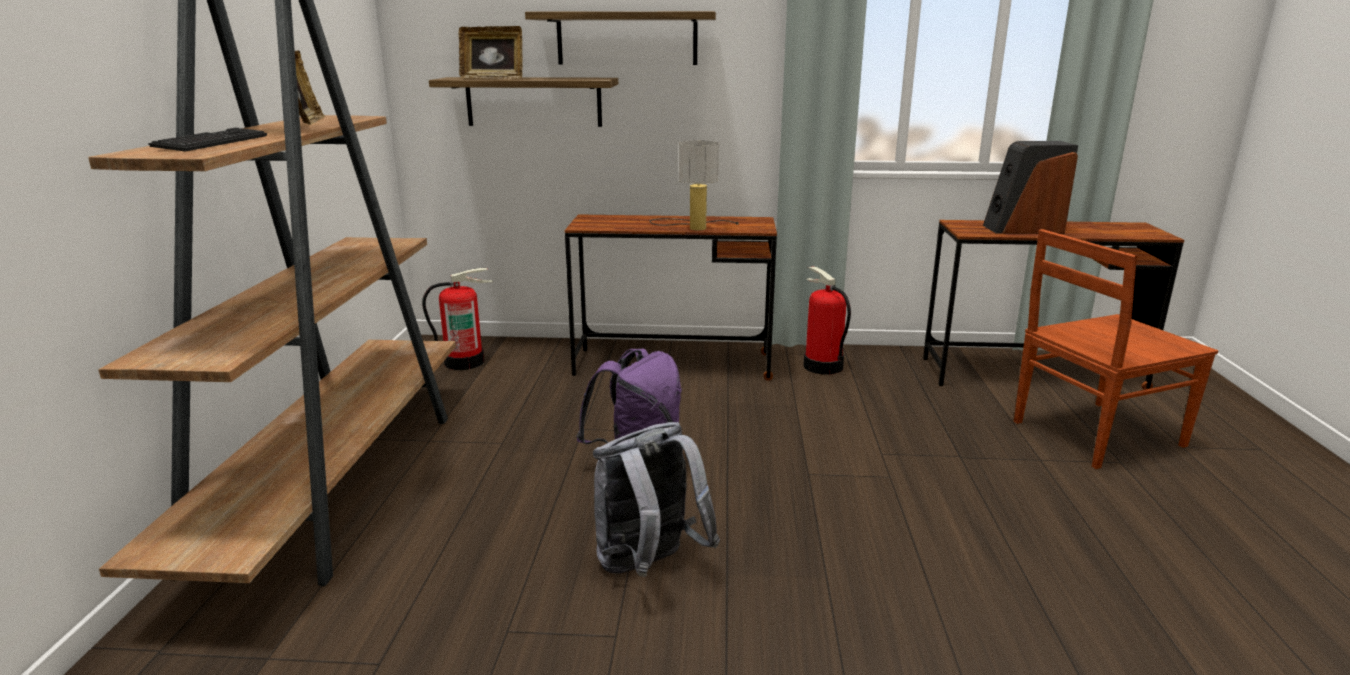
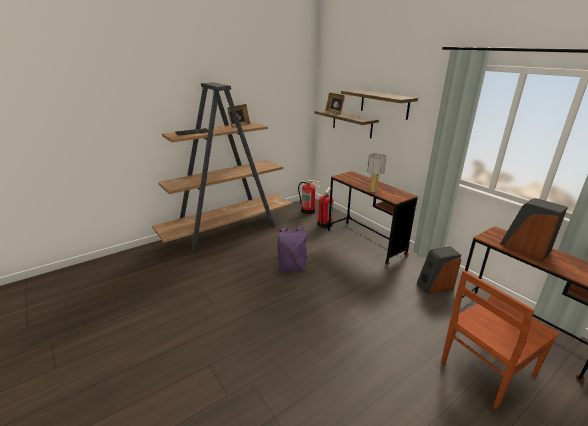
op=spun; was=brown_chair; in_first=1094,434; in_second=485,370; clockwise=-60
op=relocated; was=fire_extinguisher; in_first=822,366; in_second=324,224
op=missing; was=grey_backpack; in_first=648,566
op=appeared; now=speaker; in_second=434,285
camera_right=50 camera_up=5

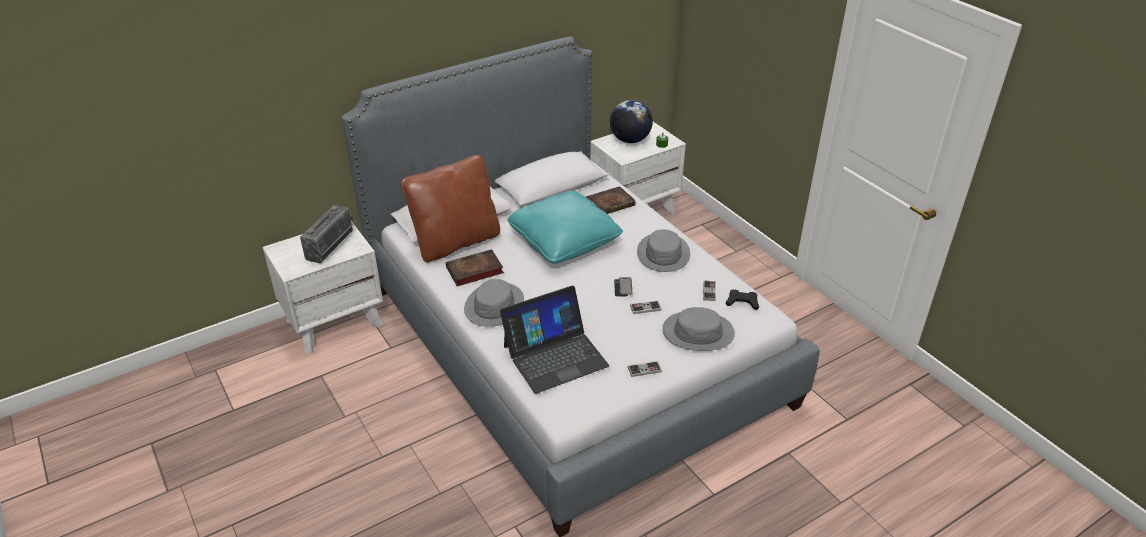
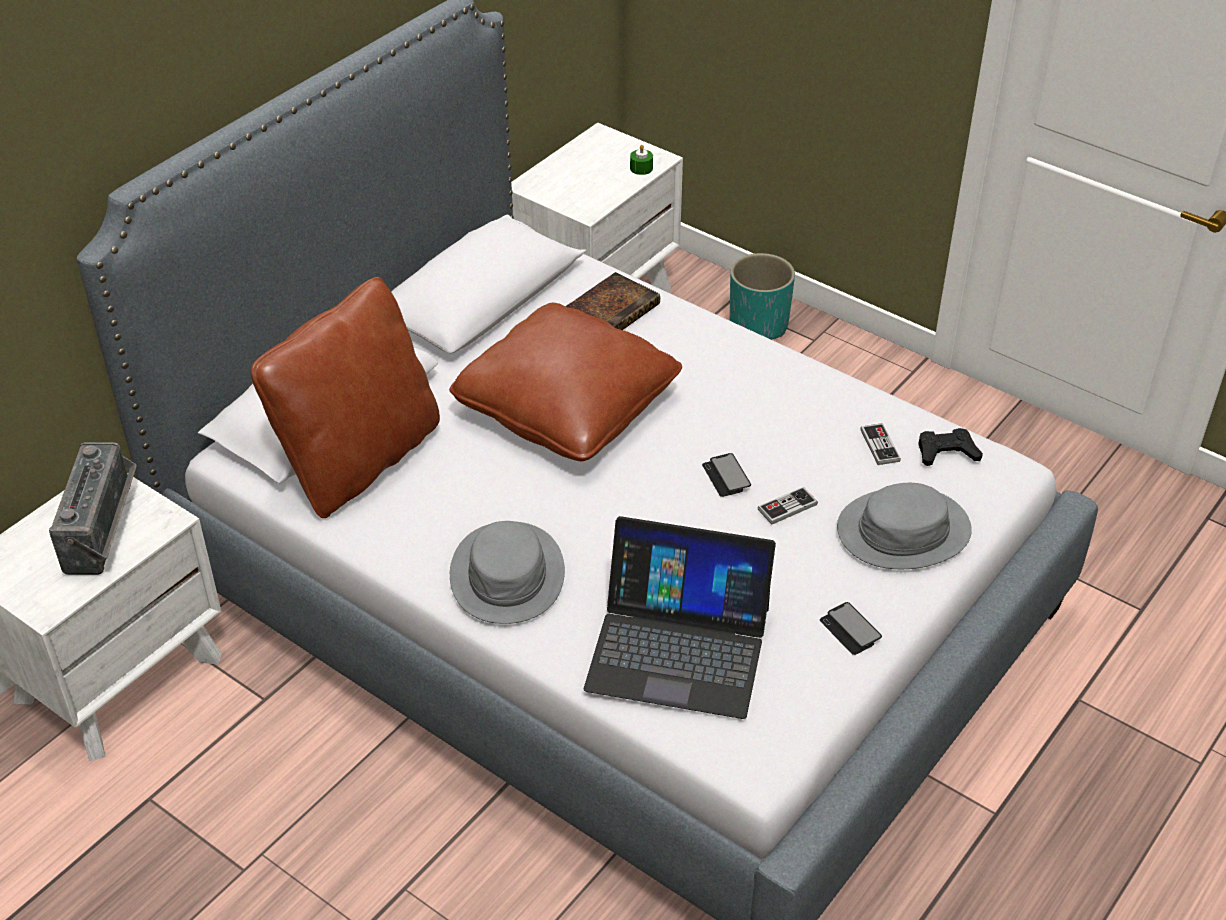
op=missing; was=globe; in_first=630,140
op=colour; was=turquoise_pillow; now=brown_pillow; in_first=564,240; in_second=567,406
op=missing; was=grey_hat; in_first=663,253
op=missing; was=book; in_first=473,271
op=spun; was=laptop; in_first=555,355; in_second=678,647; clockwise=60
op=exchanged; was=game_controller; now=phone; in_first=644,370; in_second=850,630
op=appeared; now=turquoise_planter; in_second=758,325
camera_right=-20 camera_up=5

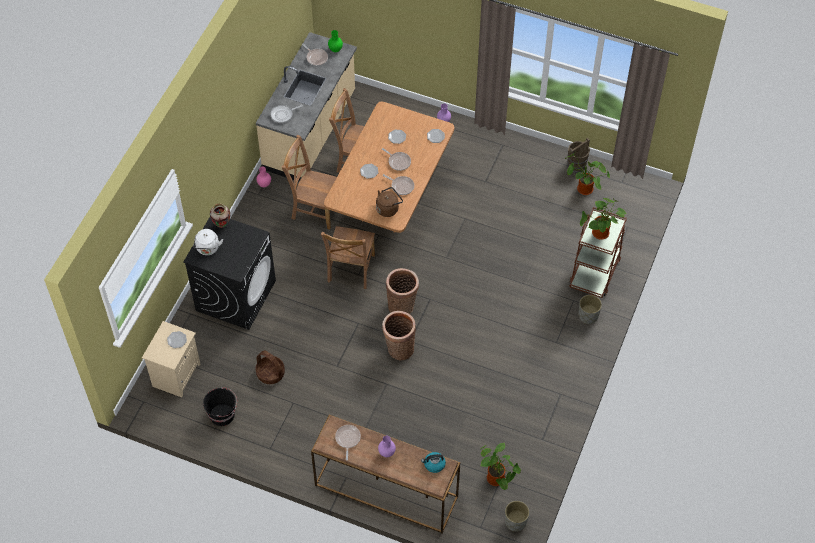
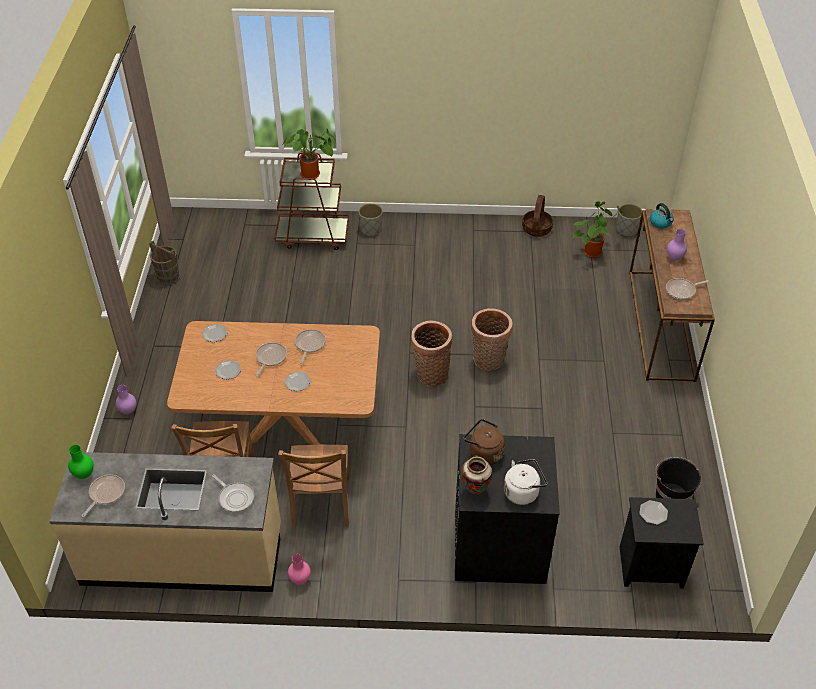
op=missing; was=potted_plant; in_first=583,190
op=relocated; was=brown_kettle; in_first=388,208; in_second=483,453
op=missing; was=brown_chair; in_first=350,270
op=colour; was=beige_nightstand; now=black_nightstand; in_first=176,374; in_second=650,568
op=relocated; was=basket; in_first=270,373; in_second=537,229
camera_right=-110 camera_up=-10

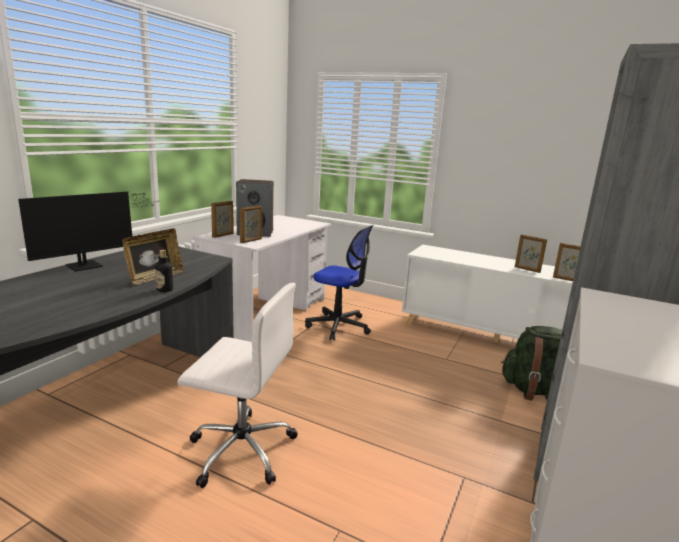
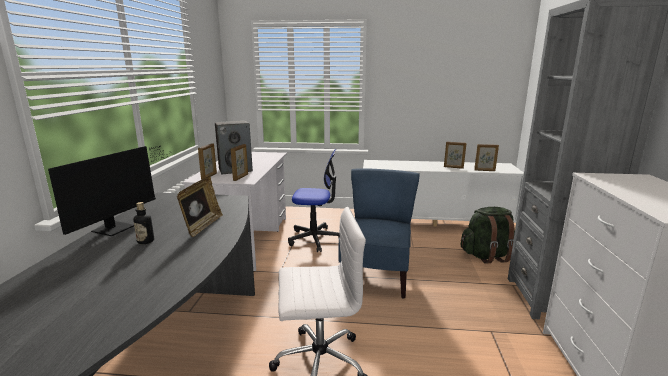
op=relocated; was=bottle; in_first=165,290; in_second=146,241
op=appeared; now=blue_chair; in_second=376,277
camera_right=-20 camera_up=0

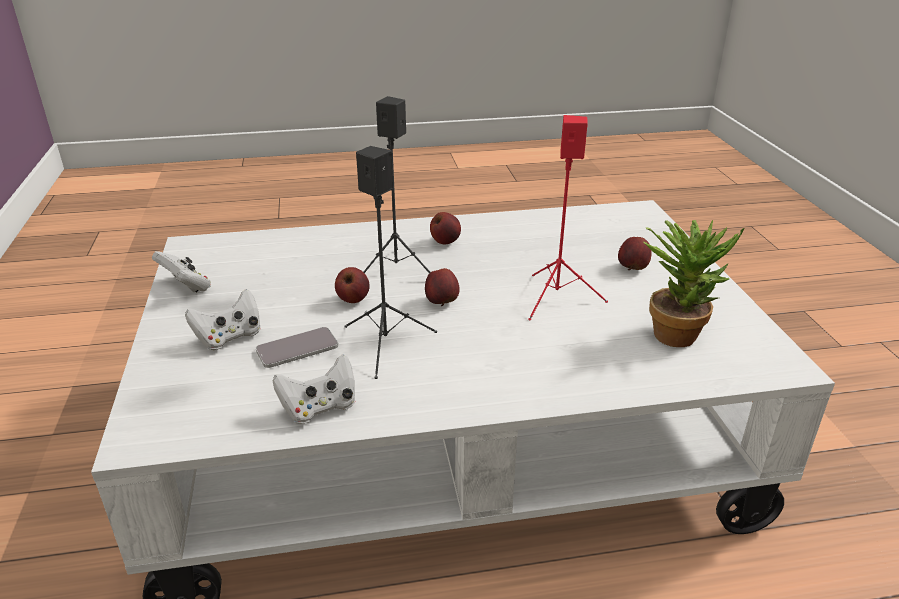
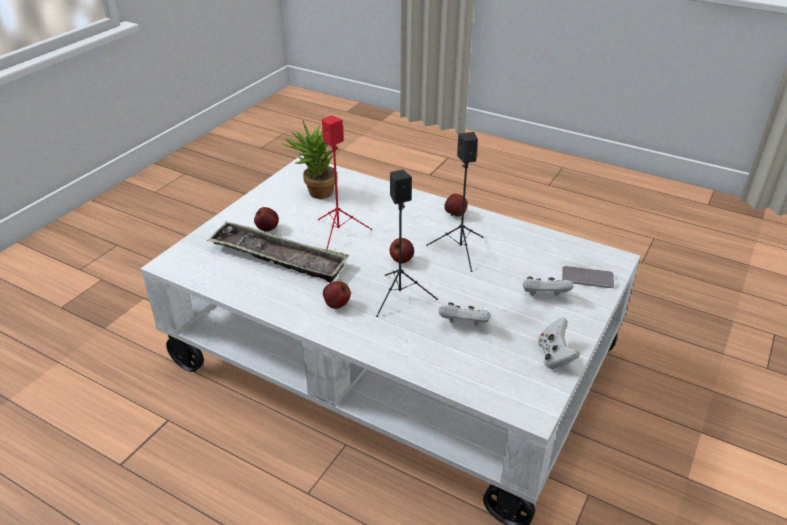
op=relocated; was=apple; in_first=353,300; in_second=455,215
op=relocated; was=phone; in_first=297,348; in_second=587,278
op=relocated; was=white_game_controller; in_first=320,408; in_second=463,325
op=appeared; now=tray; in_second=278,258
camera_right=-140 camera_up=5

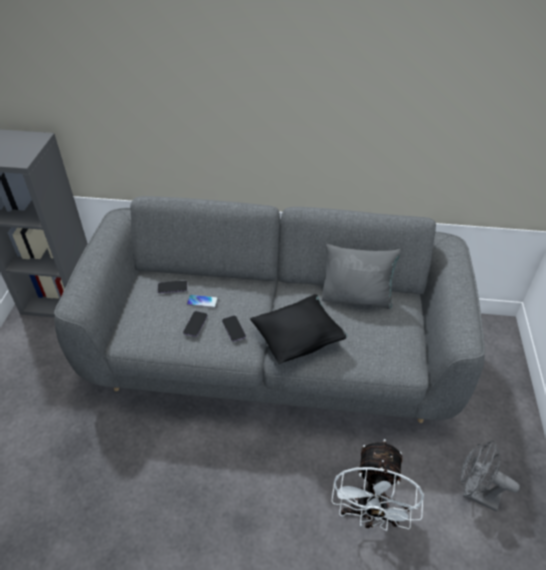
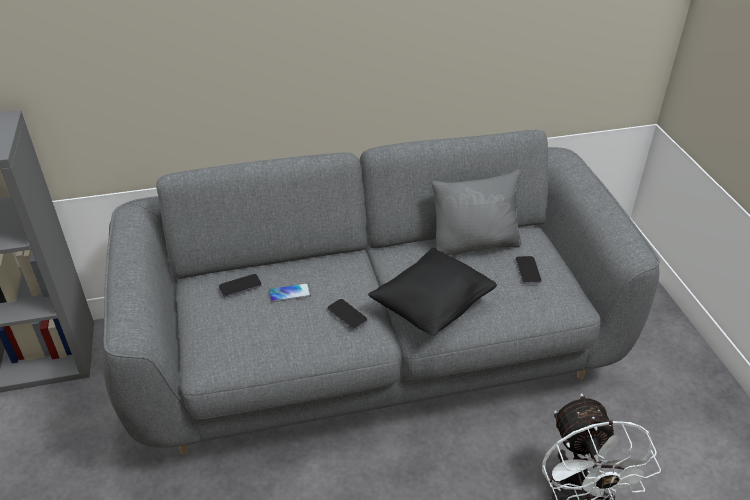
op=relocated; was=phone; in_first=195,324; in_second=528,271
op=missing; was=grey_fan; in_first=475,493
camera_right=-20 camera_up=-5

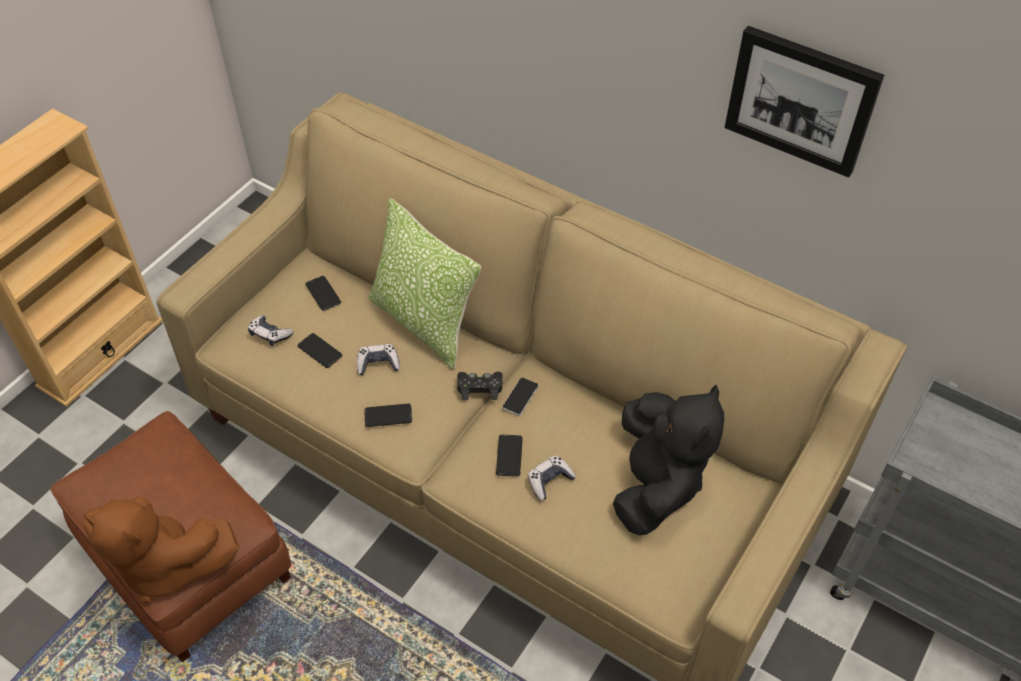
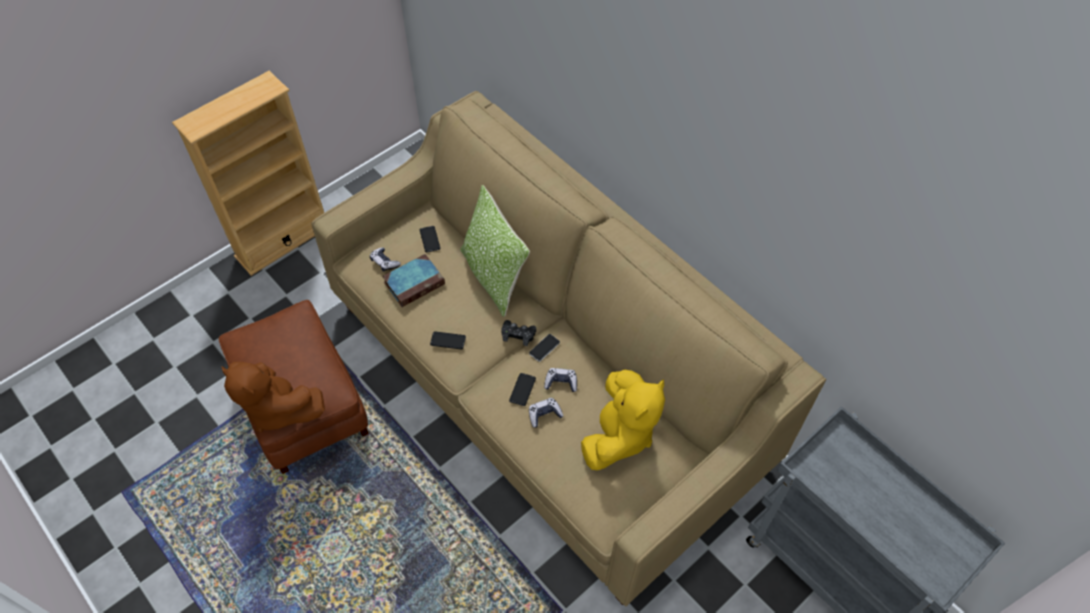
op=missing; was=picture; in_first=801,100
op=exchanged; was=phone; now=book; in_first=320,351; in_second=415,282
op=relocated; was=game_controller; in_first=378,364; in_second=561,382
op=colour; was=black_plush_toy; now=yellow_plush_toy; in_first=656,484; in_second=619,435
camera_right=15 camera_up=5

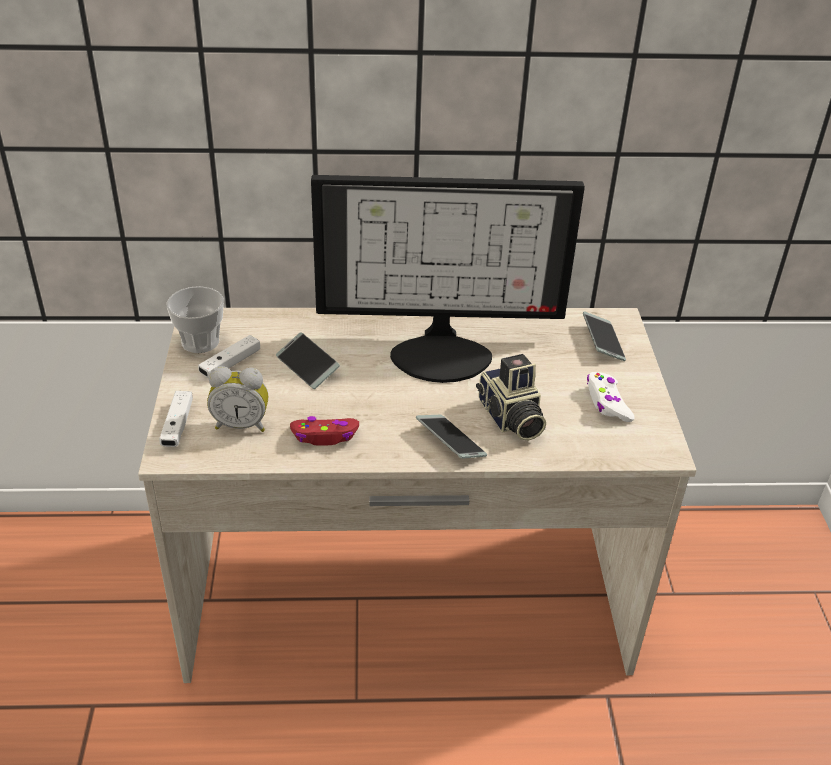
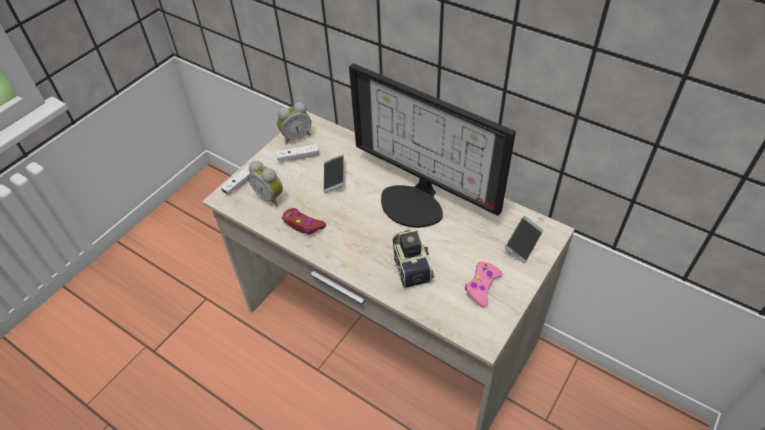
op=exchanged; was=cup; now=alarm_clock; in_first=200,342; in_second=296,136
op=spun; was=photo_camera; in_first=510,419; in_second=411,266; clockwise=150
op=colour; was=white_game_controller; now=pink_game_controller; in_first=607,403; in_second=482,286
op=missing; was=phone; in_first=450,442
camera_right=40 camera_up=10

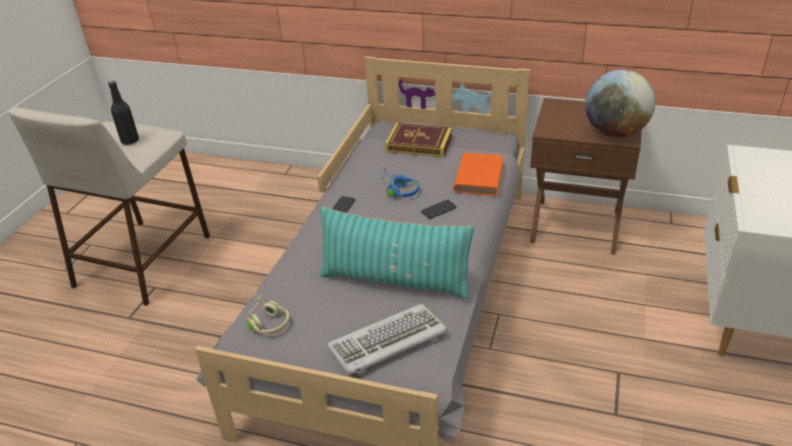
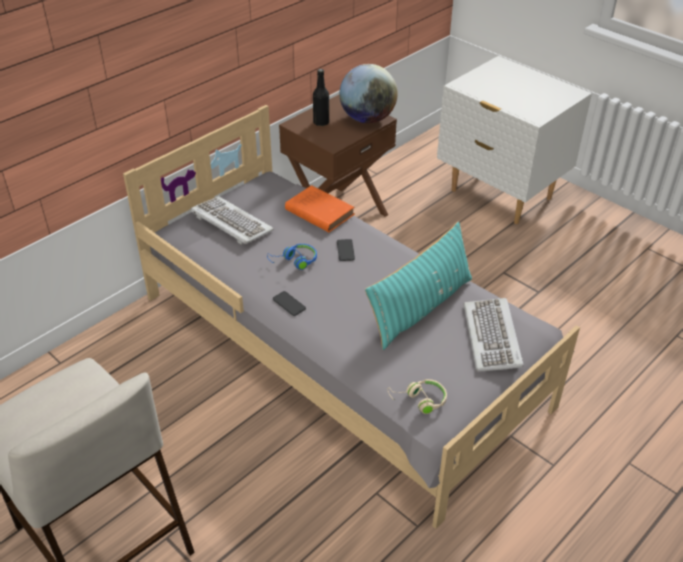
op=relocated; was=black_bottle; in_first=130,141; in_second=321,122
op=exchanged; was=book; now=keyboard; in_first=419,144; in_second=230,223
camera_right=-65 camera_up=5

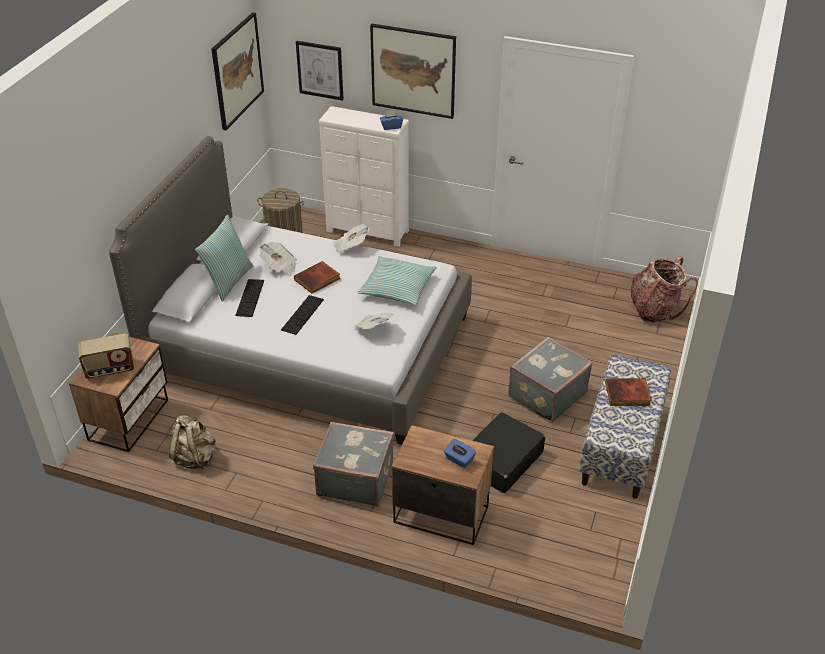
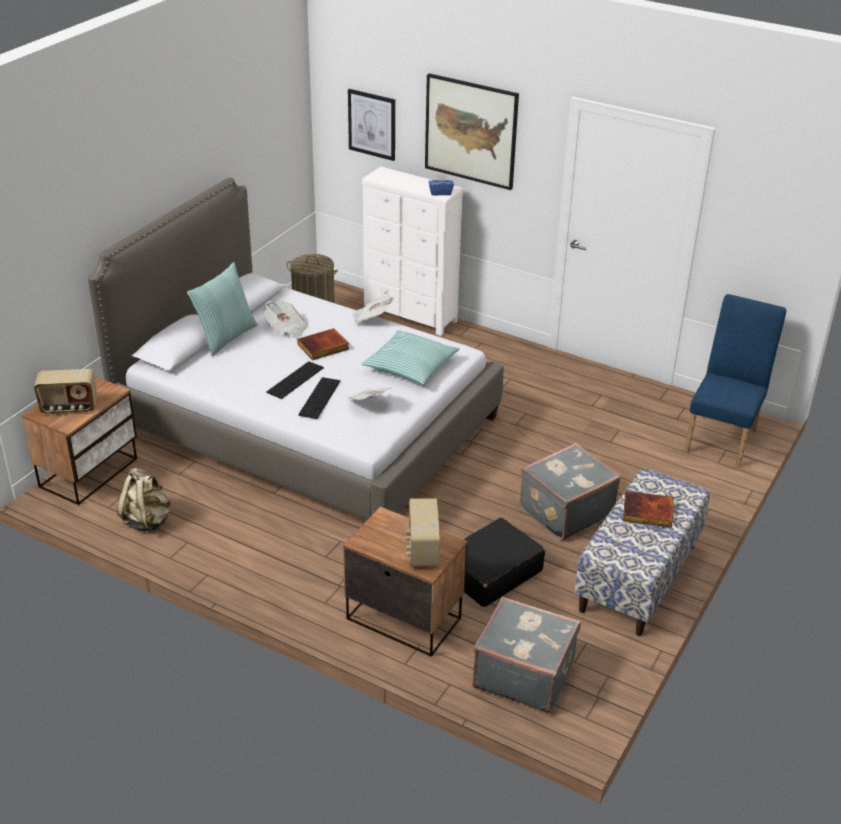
op=missing; was=picture; in_first=237,71
op=exchanged; was=backpack; now=blue_chair; in_first=654,309; in_second=723,437
op=relocated; was=keyboard; in_first=250,298; in_second=319,398
op=relocated; was=grey_suitcase; in_first=355,478; in_second=523,674
op=exchanged; was=blue_tissue_box; now=radio; in_first=459,460; in_second=422,549
camera_right=10 camera_up=-5

